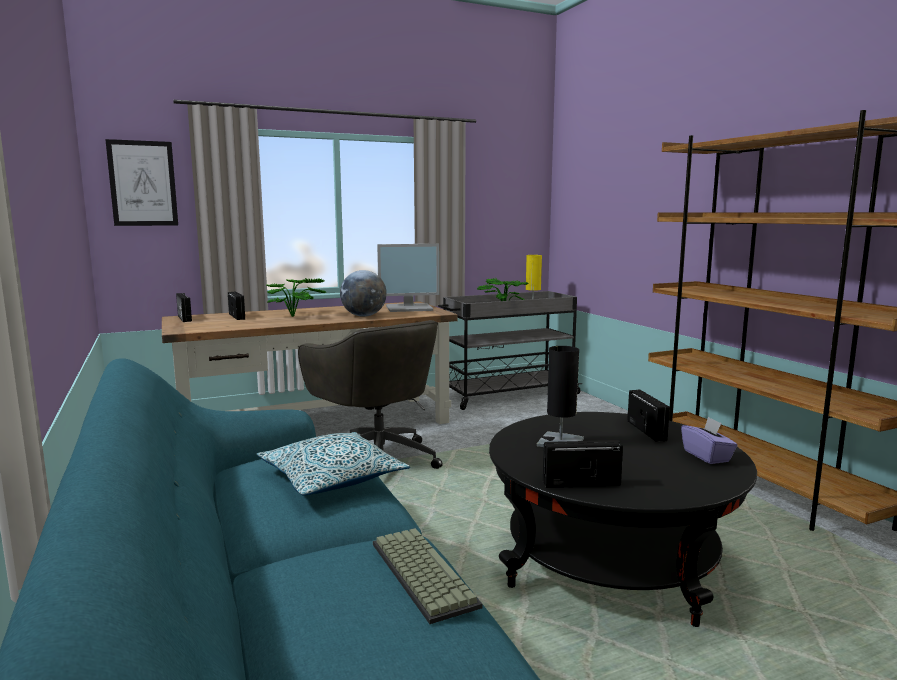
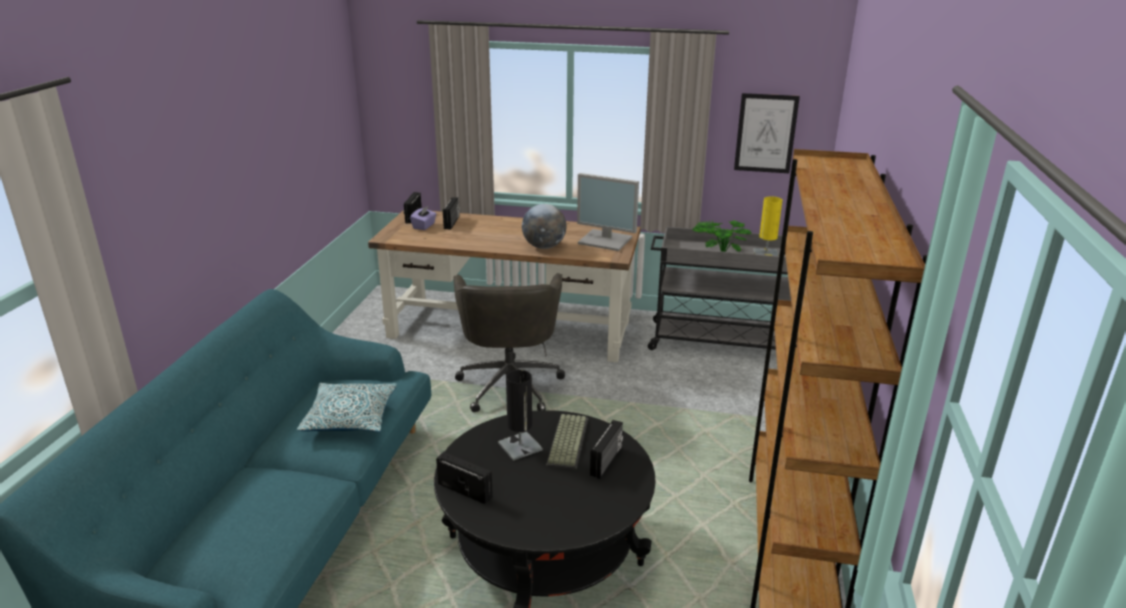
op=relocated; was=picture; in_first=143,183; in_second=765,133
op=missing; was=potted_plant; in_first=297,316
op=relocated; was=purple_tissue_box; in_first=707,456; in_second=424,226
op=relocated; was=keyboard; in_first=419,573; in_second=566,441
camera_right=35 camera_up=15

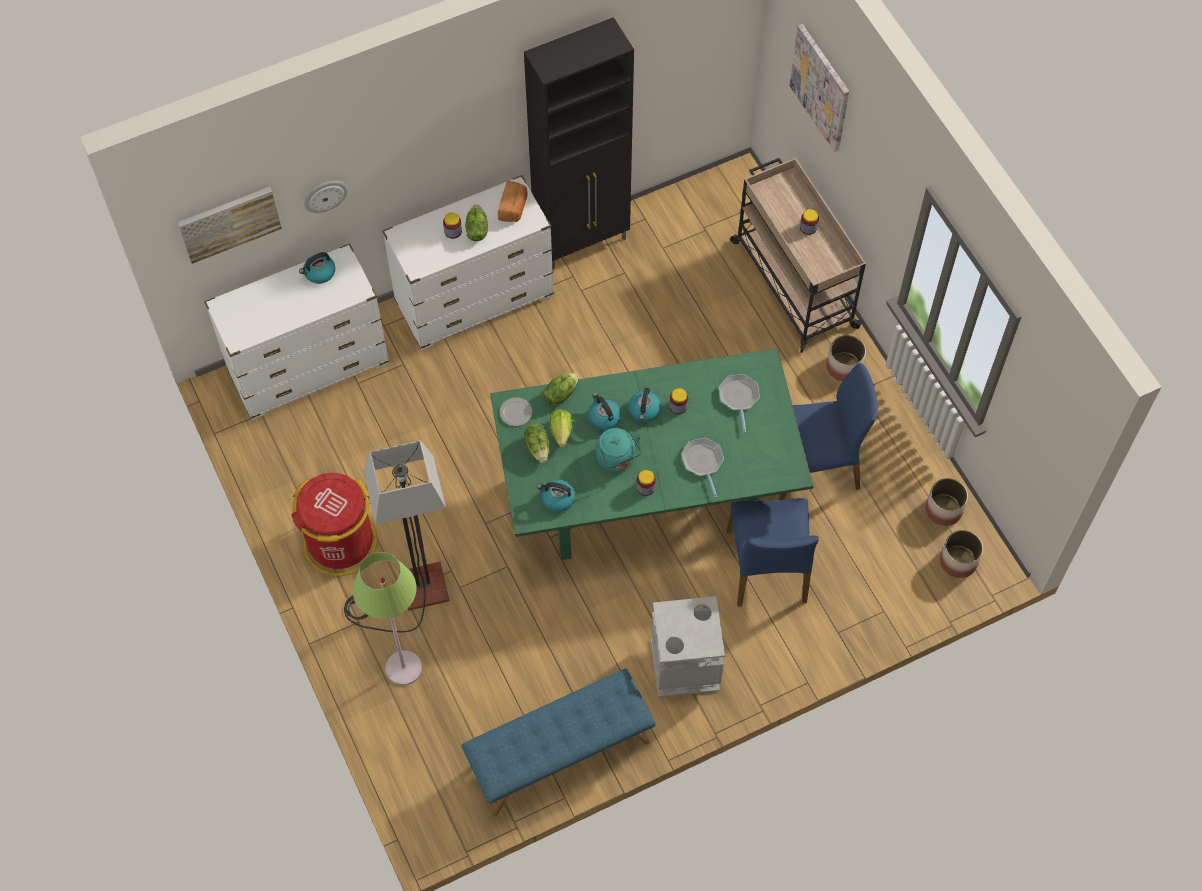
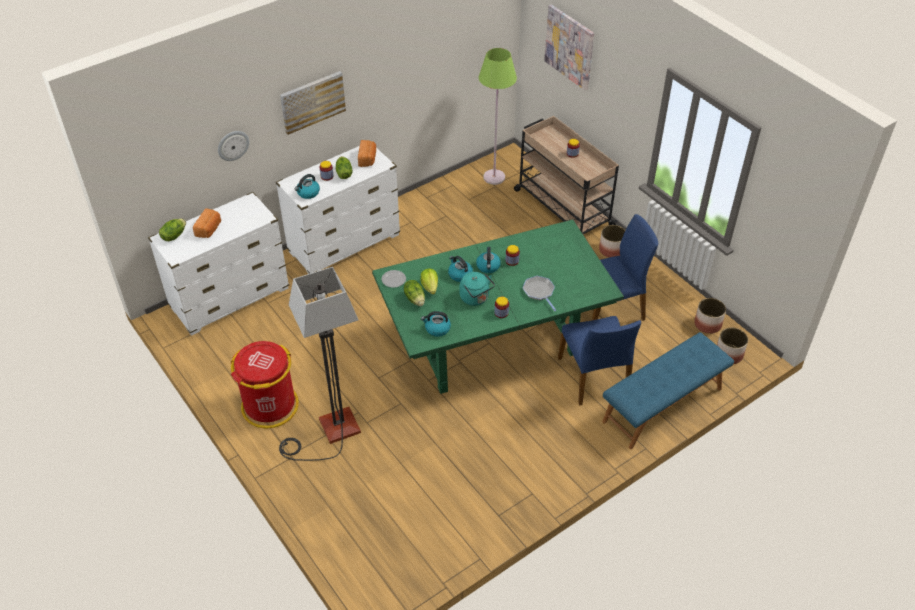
op=missing; was=black_cabinet; in_first=583,241
op=relocated; was=picture; in_first=229,223; in_second=312,101
op=relocated; was=kettle; in_first=319,273; in_second=308,193
op=relocated; was=lettuce; in_first=560,394; in_second=174,235
op=missing; was=frying_pan; in_first=739,398
op=relocated; was=green_floor_lamp; in_first=404,668; in_second=494,177
op=missing; was=grey_trash_can; in_first=684,666
op=relocated; was=blue_bench; in_first=560,755; in_second=663,405
op=appeared; now=bread; in_second=209,229
camera_right=-10 camera_up=-15

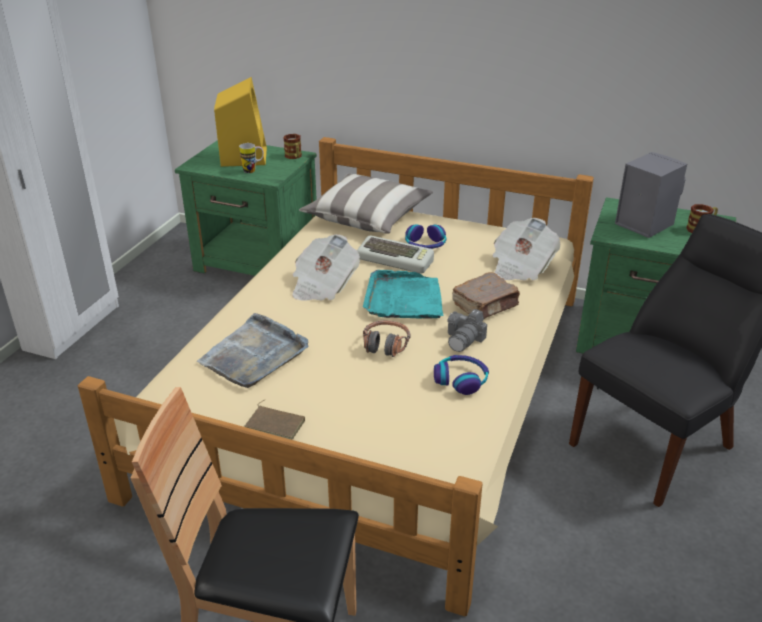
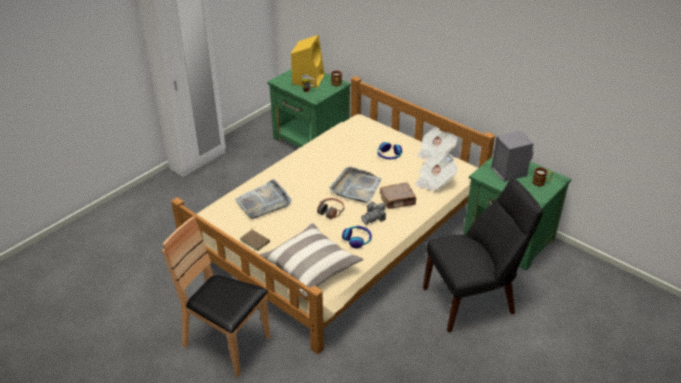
op=relocated; was=pillow; in_first=367,218; in_second=309,268
op=relocated; was=newspaper; in_first=323,285; in_second=435,152
op=missing; was=keyboard; in_first=396,259
op=colour; was=turquoise_tray; now=grey_tray; in_first=404,299; in_second=356,187
camera_right=20 camera_up=5

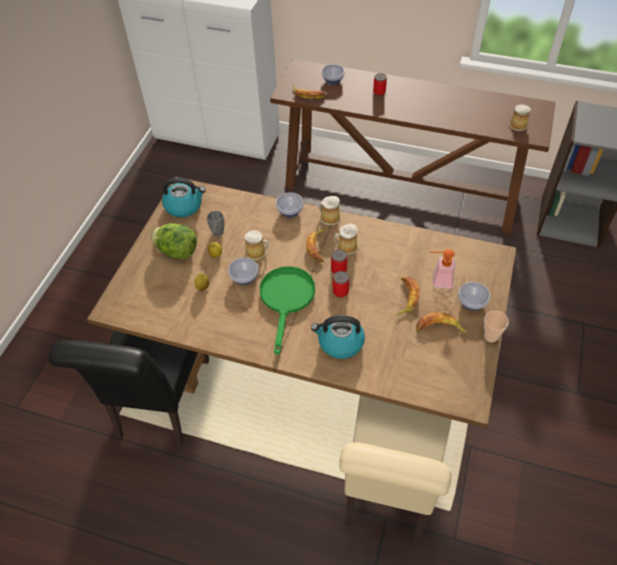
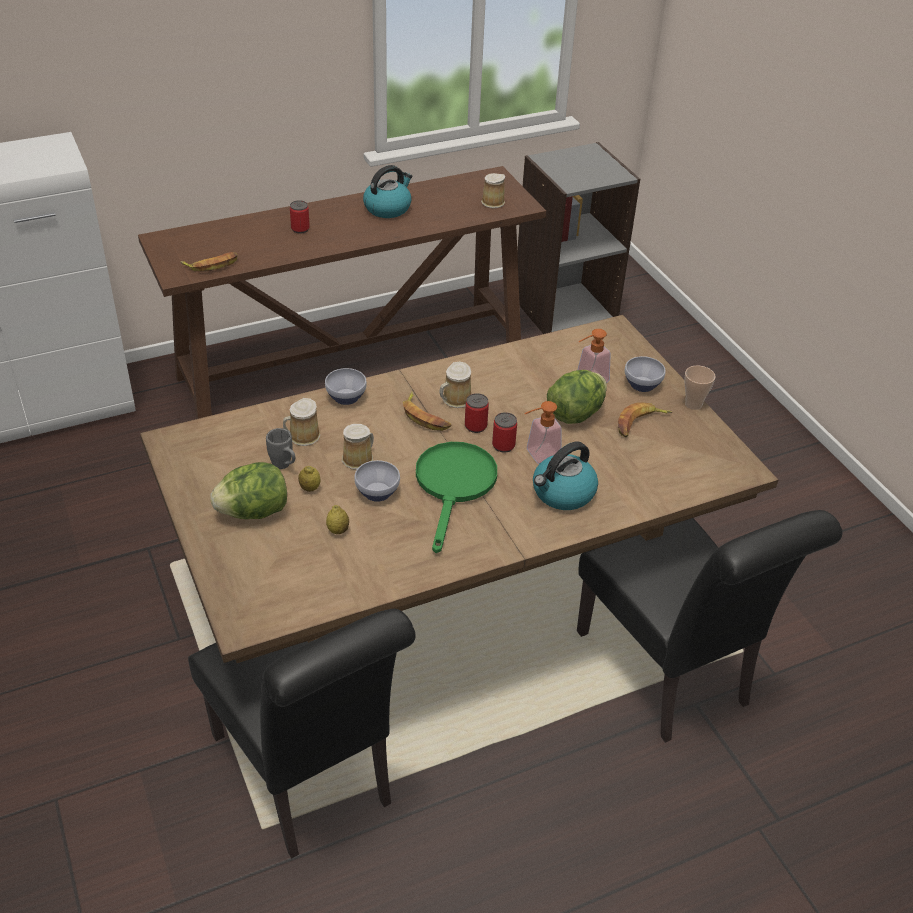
op=missing; was=bowl; in_first=333,81
op=relocated; was=kettle; in_first=184,206; in_second=388,208
op=relocated; was=mug; in_first=329,217; in_second=302,436
op=spun; was=green_frying_pan; in_first=286,299; in_second=454,486; clockwise=45
op=exchanged; was=banana; now=lettuce; in_first=405,297; in_second=575,414
op=colour; was=beige_chair; now=black_chair; in_first=389,490; in_second=669,675
op=appeared; now=soap_dispenser; in_second=538,455
camera_right=-45 camera_up=-10

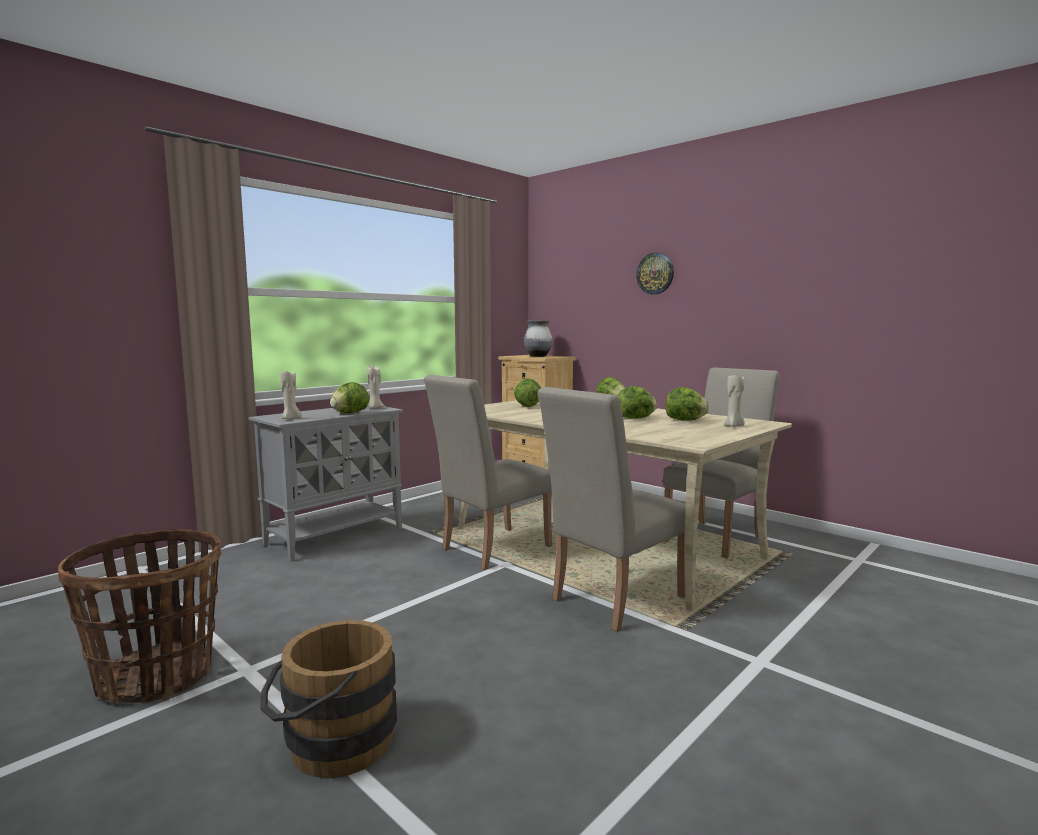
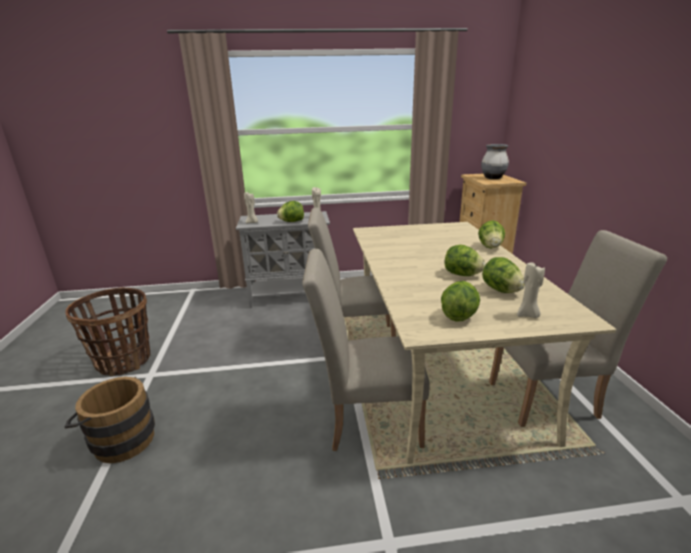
op=missing; was=wall_clock; in_first=655,273
op=relocated; was=lettuce; in_first=527,406; in_second=458,315
camera_right=40 camera_up=15

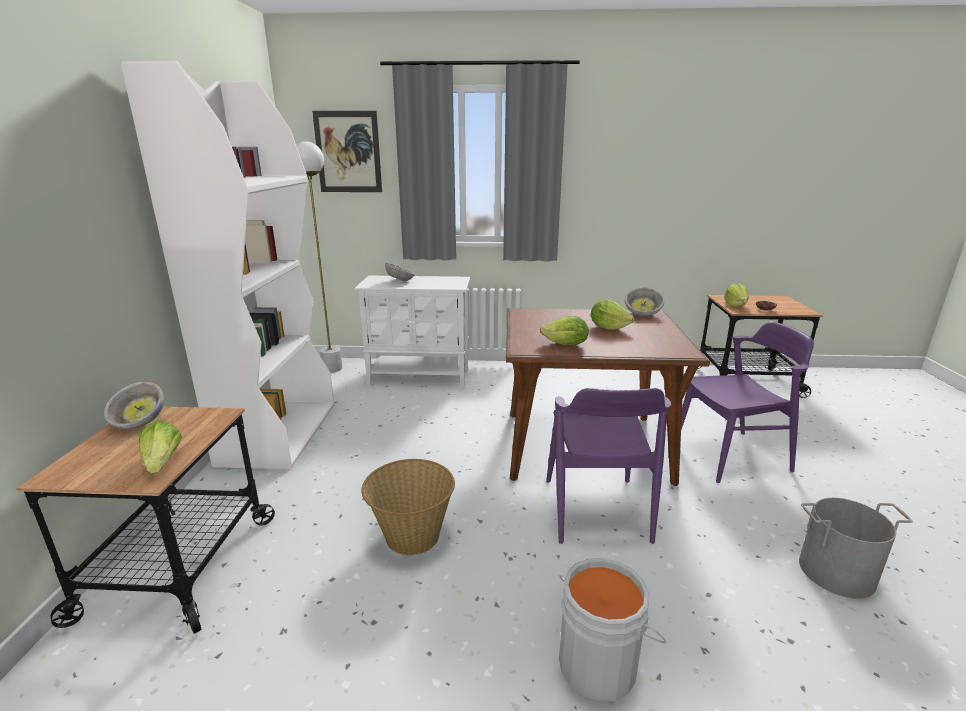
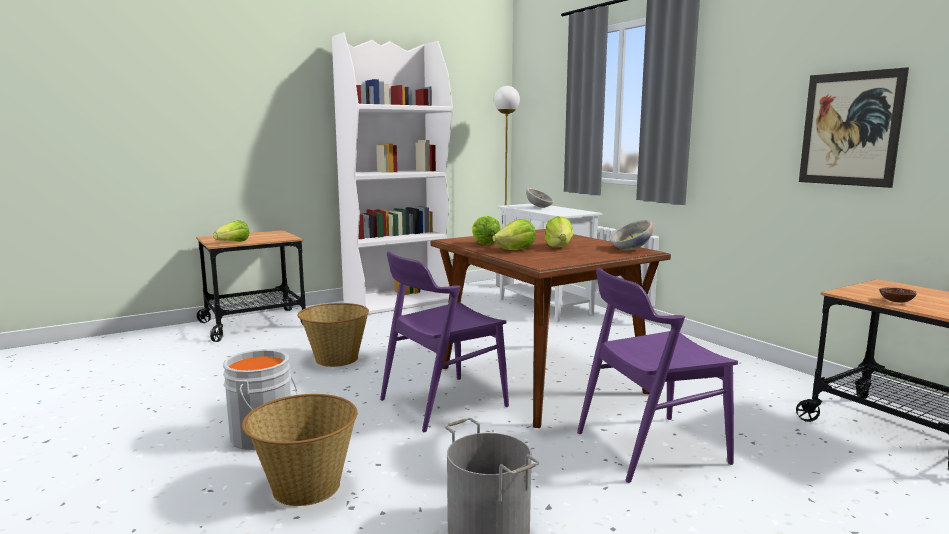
op=relocated; was=picture; in_first=348,152; in_second=850,129
op=relocated; was=lettuce; in_first=735,305; in_second=516,250
op=spun; was=purple_chair; in_first=731,456; in_second=650,447; clockwise=120
op=missing; was=bowl; in_first=140,423
op=appeared; now=basket; in_second=305,487
camera_right=55 camera_up=-10

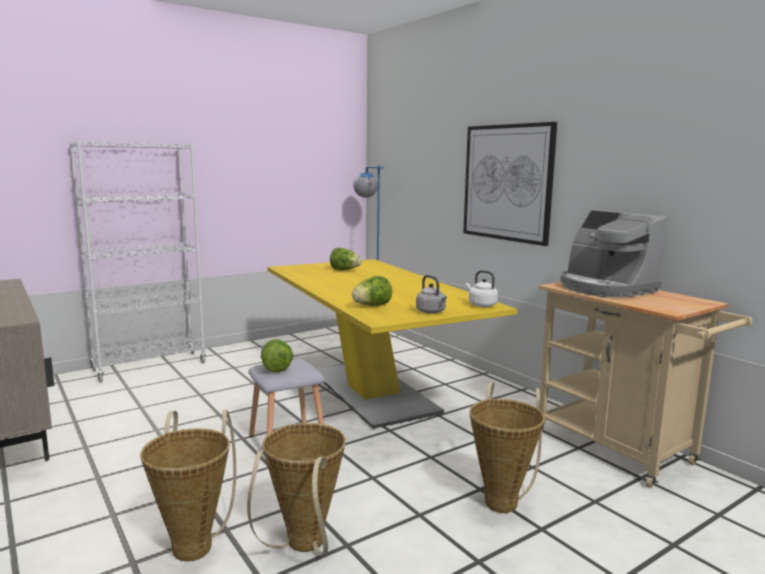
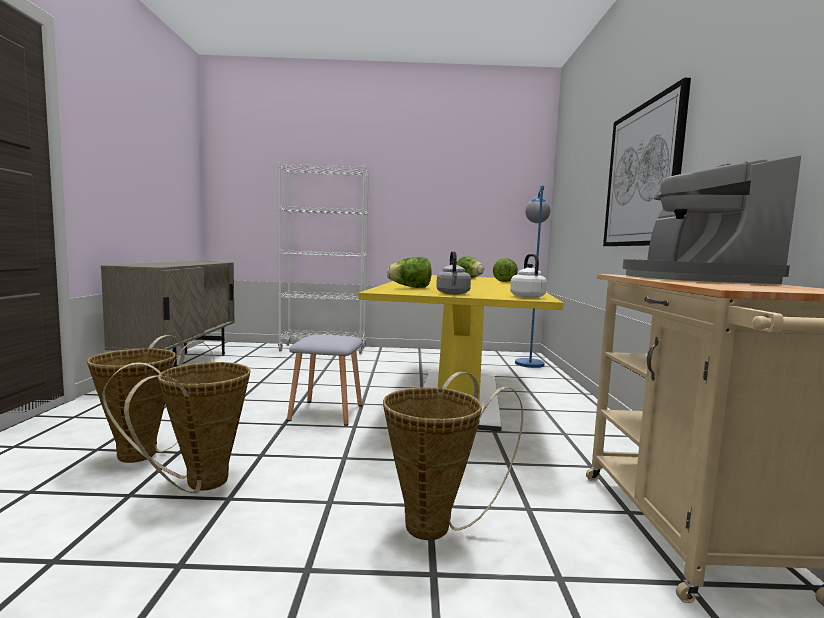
op=relocated; was=lettuce; in_first=275,368; in_second=504,281
camera_right=35 camera_up=-5

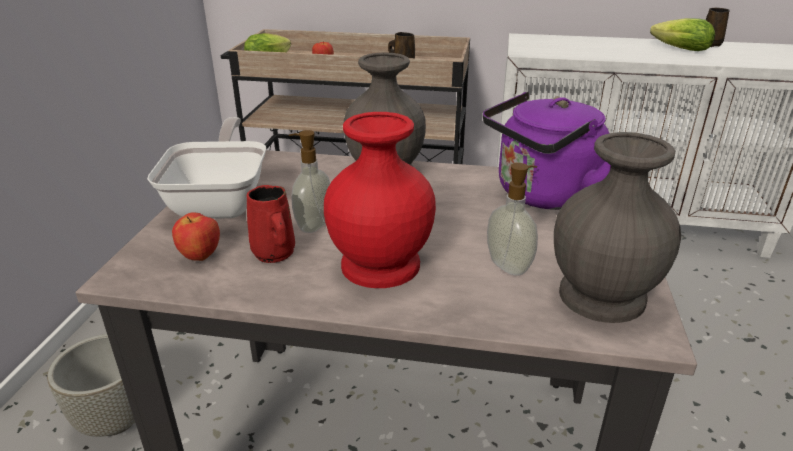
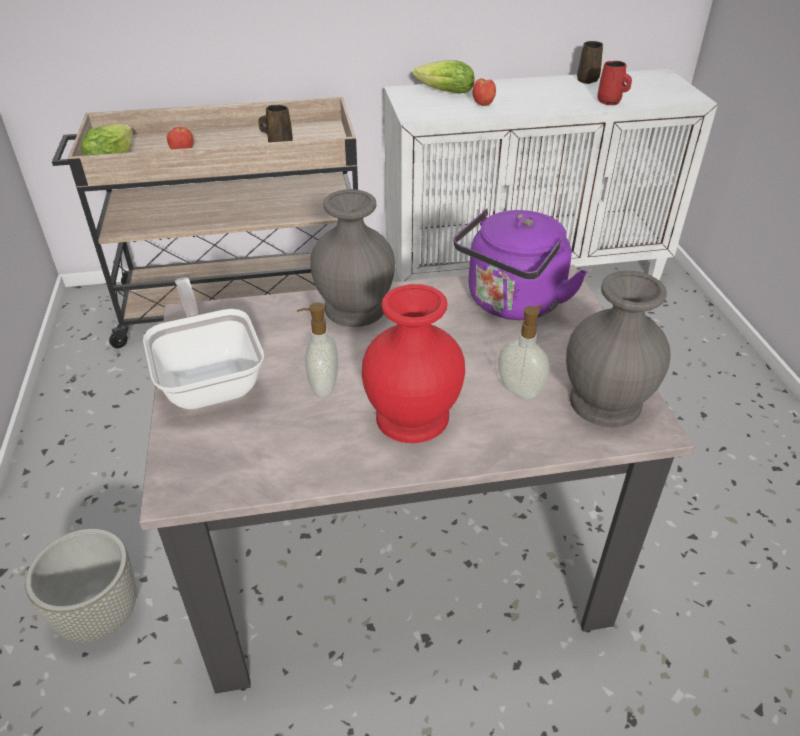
op=relocated; was=lettuce; in_first=677,49; in_second=442,92
op=relocated; was=red_mug; in_first=274,254; in_second=610,102
op=relocated; was=apple; in_first=201,257; in_second=483,105
camera_right=-20 camera_up=10

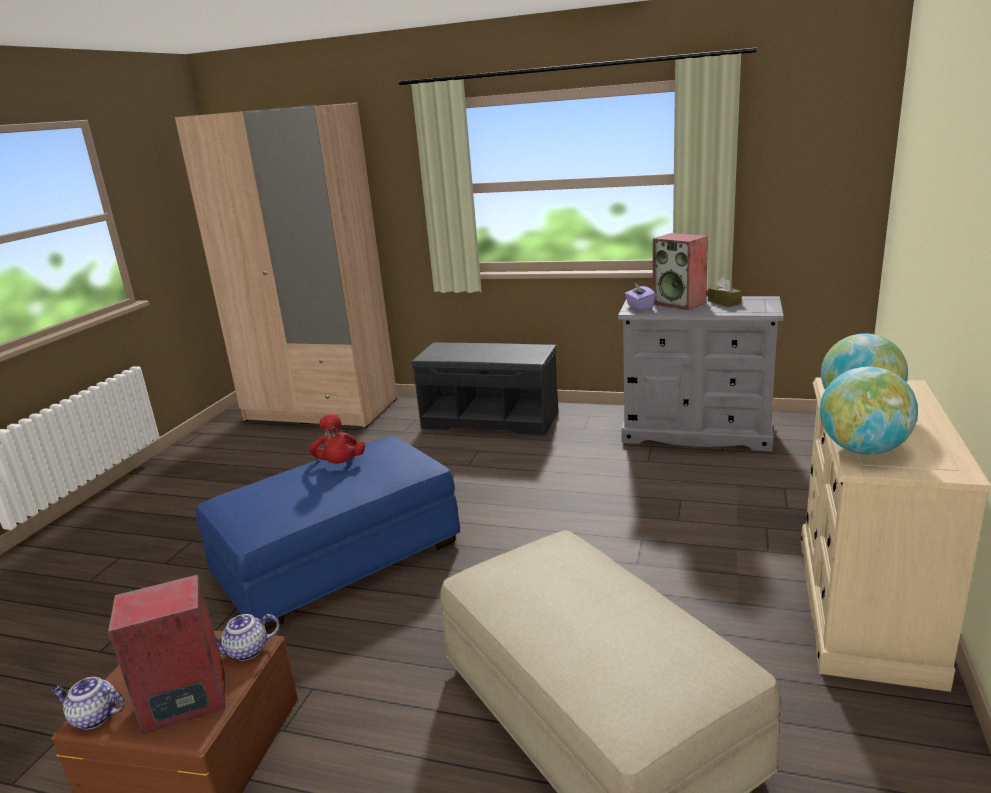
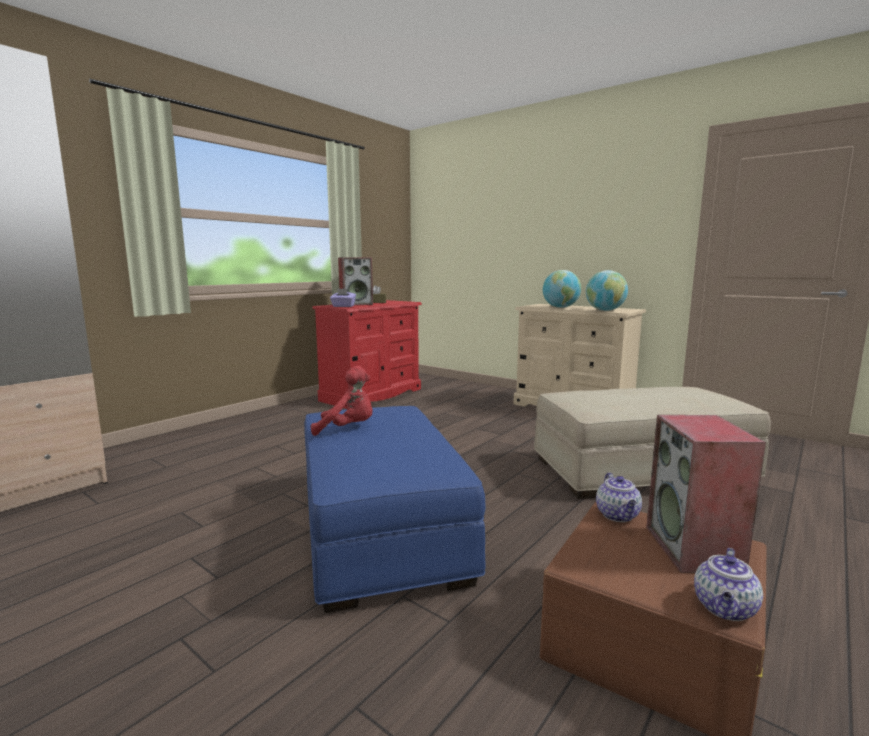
op=colour; was=grey_dresser; now=red_dresser; in_first=696,432; in_second=372,395
op=missing; was=grey_bench; in_first=491,419
camera_right=-70 camera_up=-10

